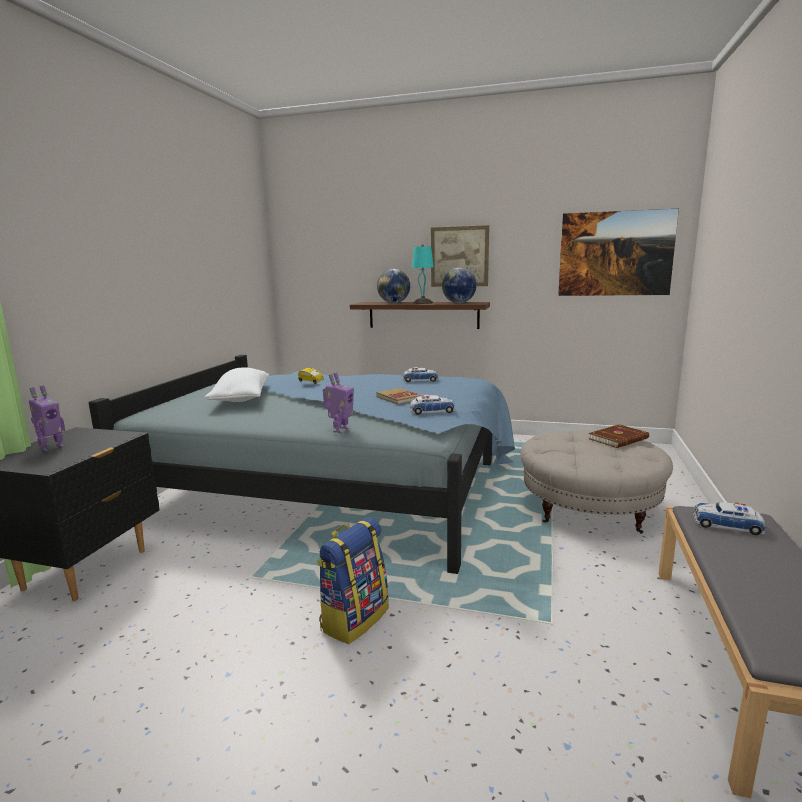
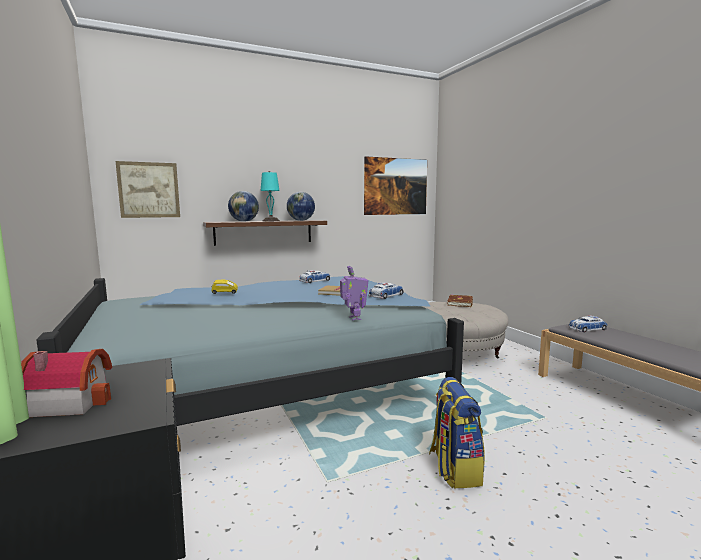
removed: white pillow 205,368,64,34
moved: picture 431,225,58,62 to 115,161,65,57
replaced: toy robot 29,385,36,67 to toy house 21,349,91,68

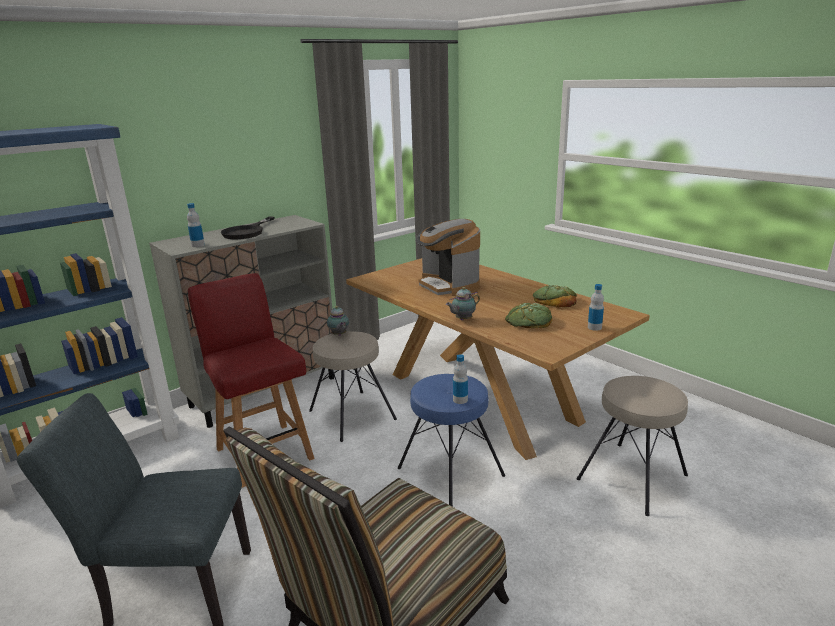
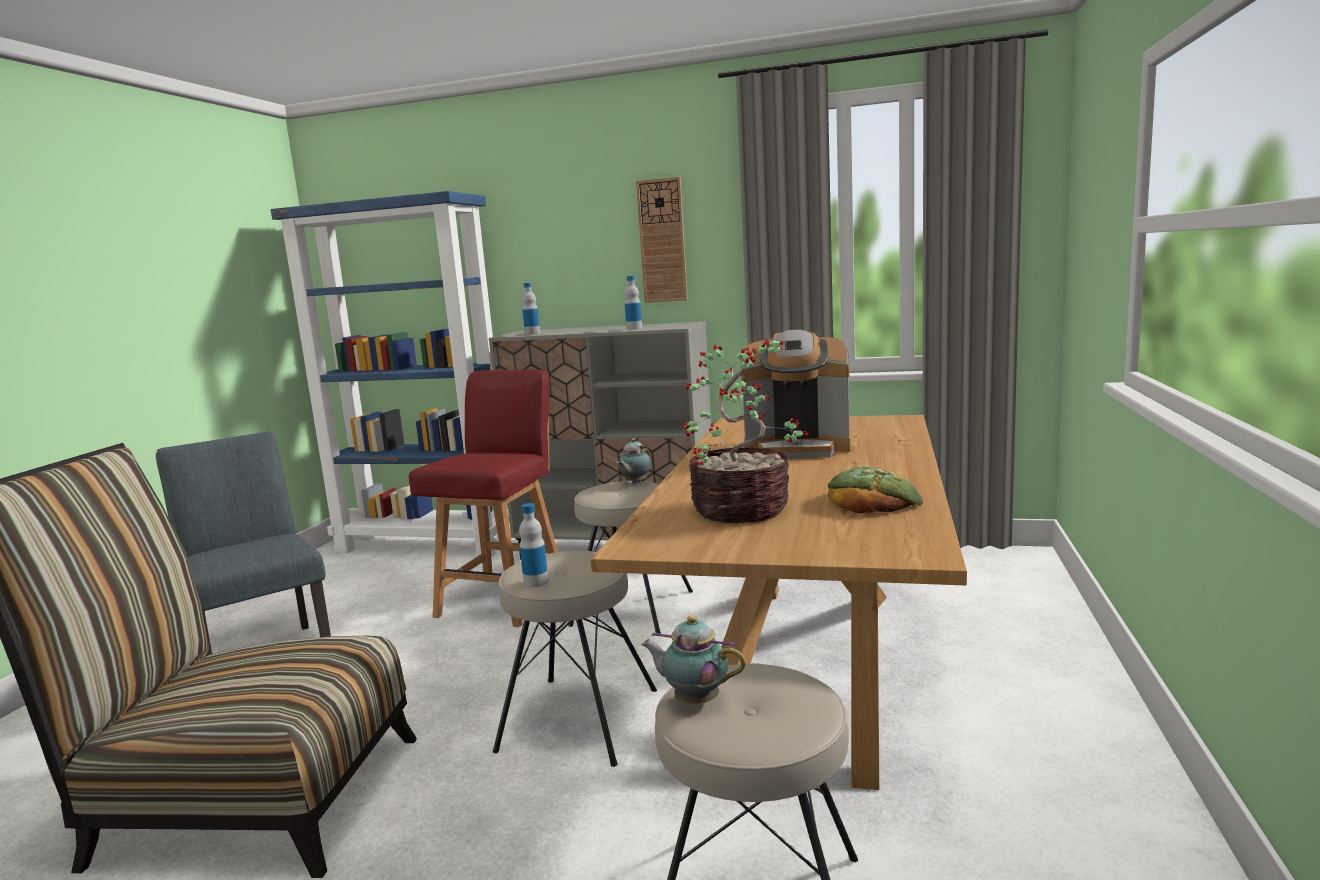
removed: black frying pan 221,217,53,22
added: wall clock 636,177,52,126
moved: teapot 446,287,34,33 to 641,615,105,88; bottle 588,284,16,47 to 625,276,17,54
replaced: bread 505,303,47,25 to potted plant 683,339,125,184
recoloured: blue stool 398,374,107,133 to beige stool 493,550,164,217
turned: coffee machine 415,219,65,77 = 741,330,110,128 105 degrees counterclockwise

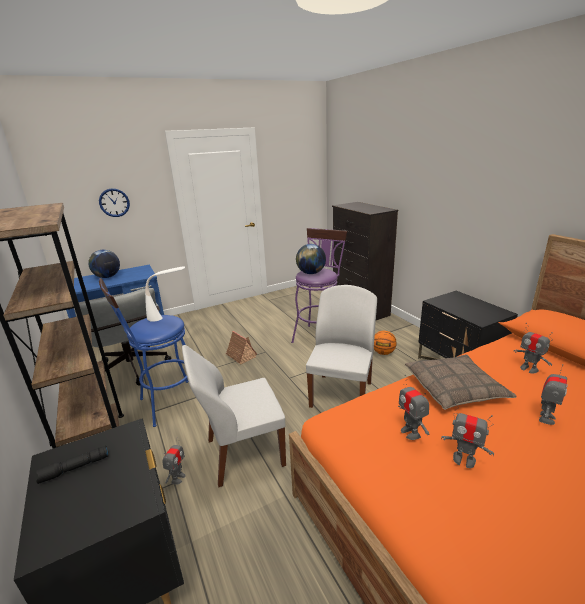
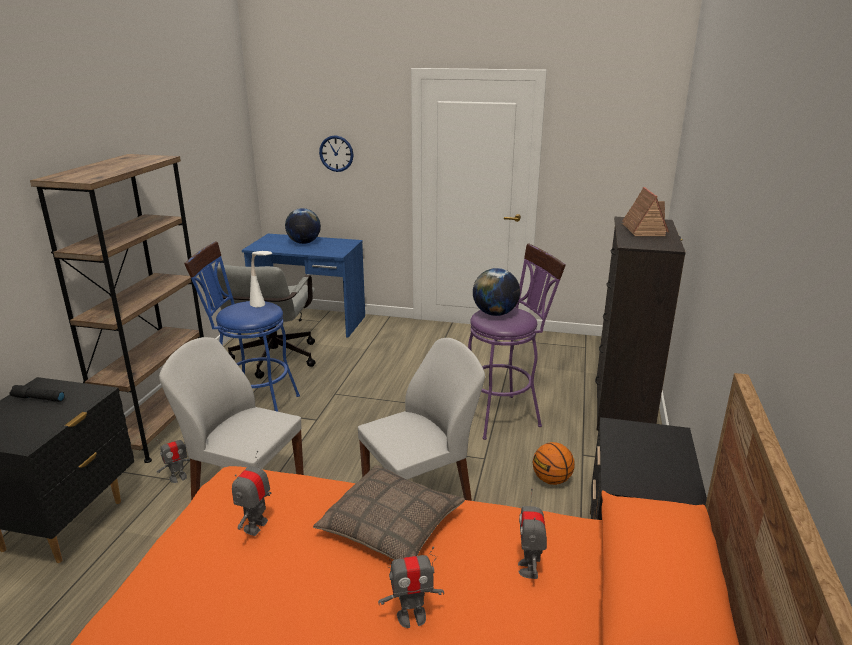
removed: toy robot 441,403,53,65
moved: toy house 225,331,33,34 to 622,187,47,49

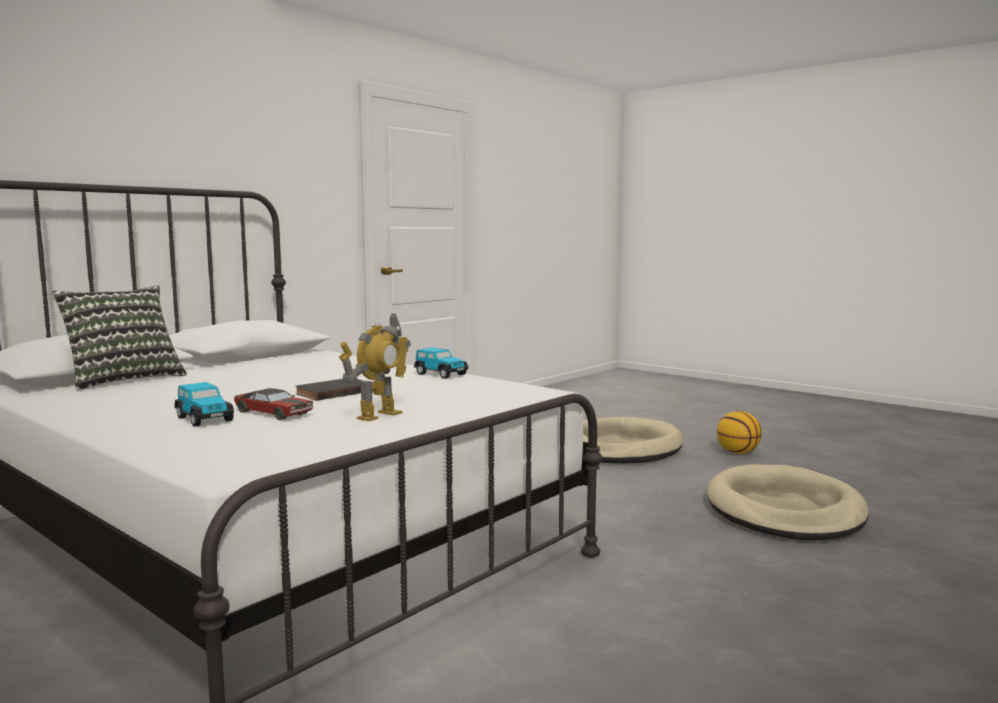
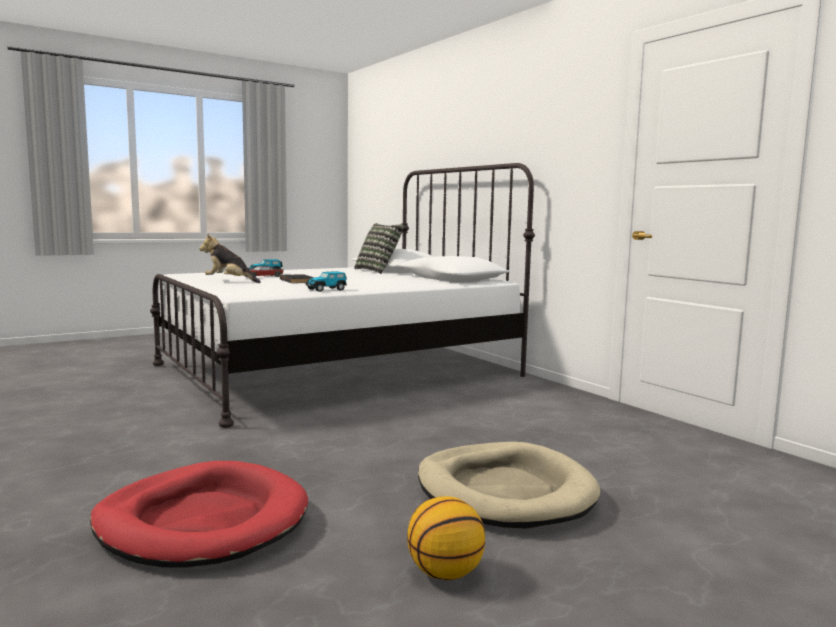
replaced: toy robot 339,314,72,107 to plush toy 199,234,62,49
recoloured: beige dog bed 707,464,162,76 to red dog bed 90,461,218,106

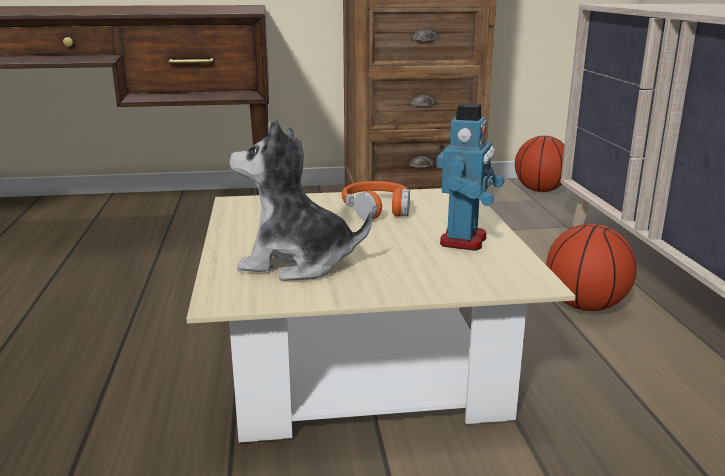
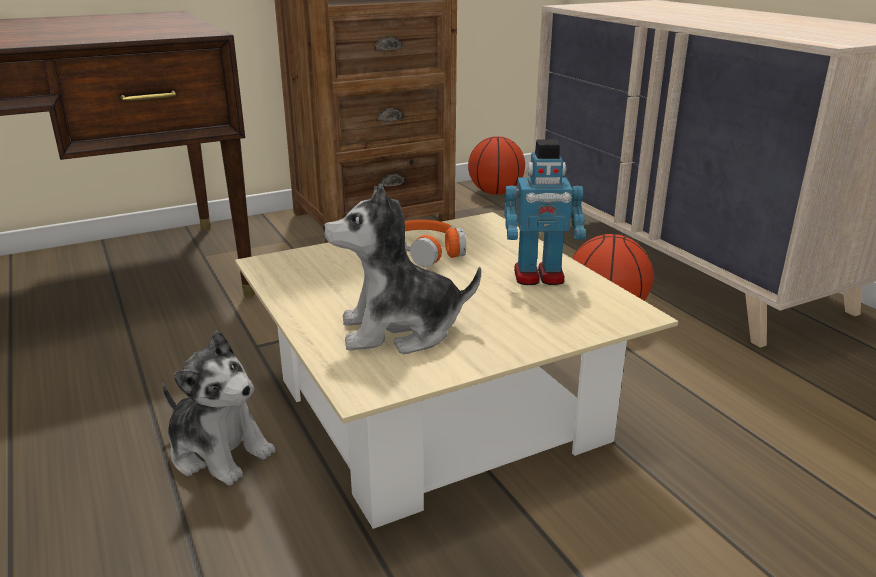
added: plush toy 162,330,114,155
turned: toy robot 436,103,68,148 = 504,139,82,146 90 degrees clockwise

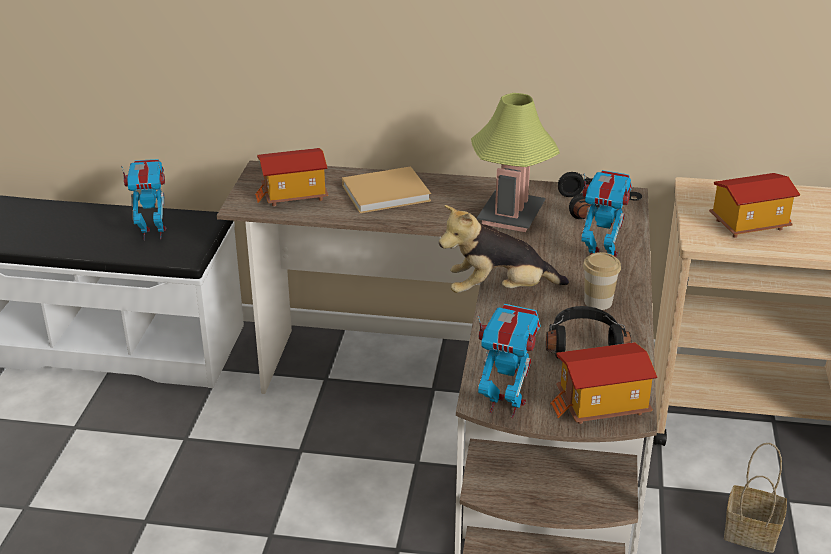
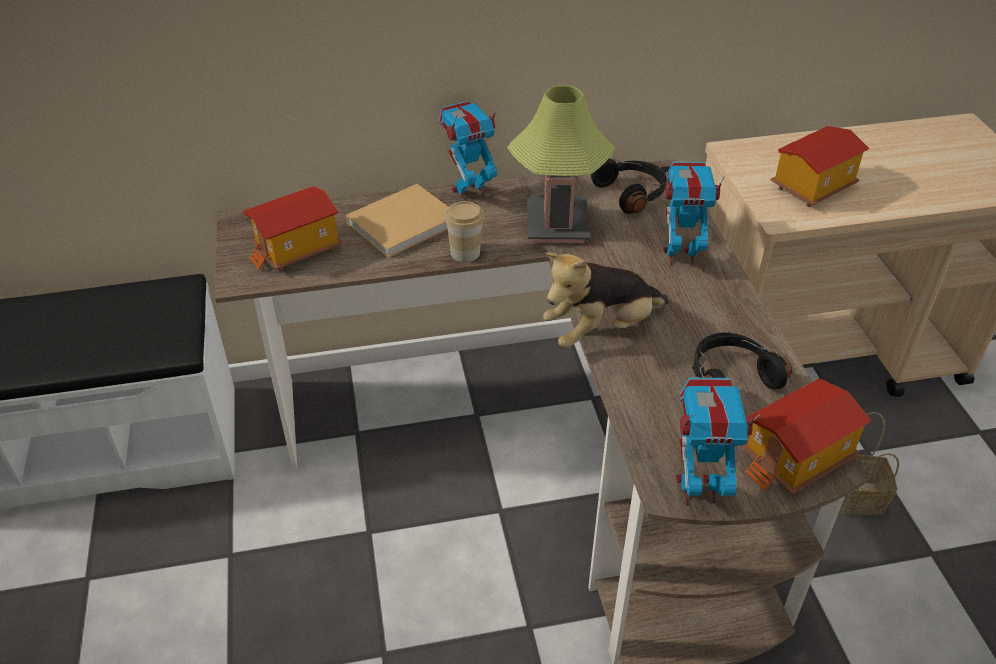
moved: toy robot 121,159,45,81 to 438,101,60,100; cup 583,252,38,58 to 444,201,41,61

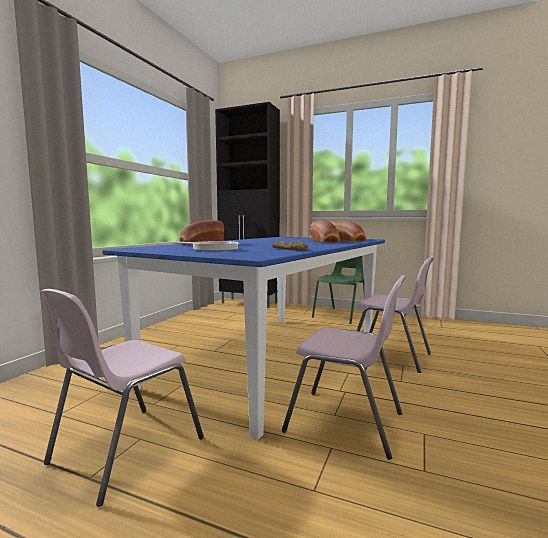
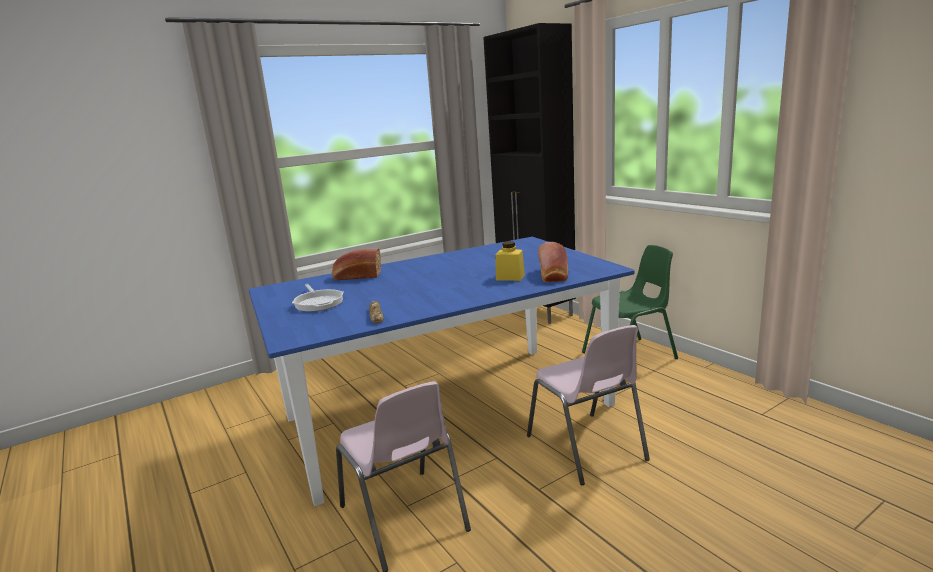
removed: pink chair 40,289,164,218
replaced: bread 310,220,30,23 to yellow jar 495,241,30,40

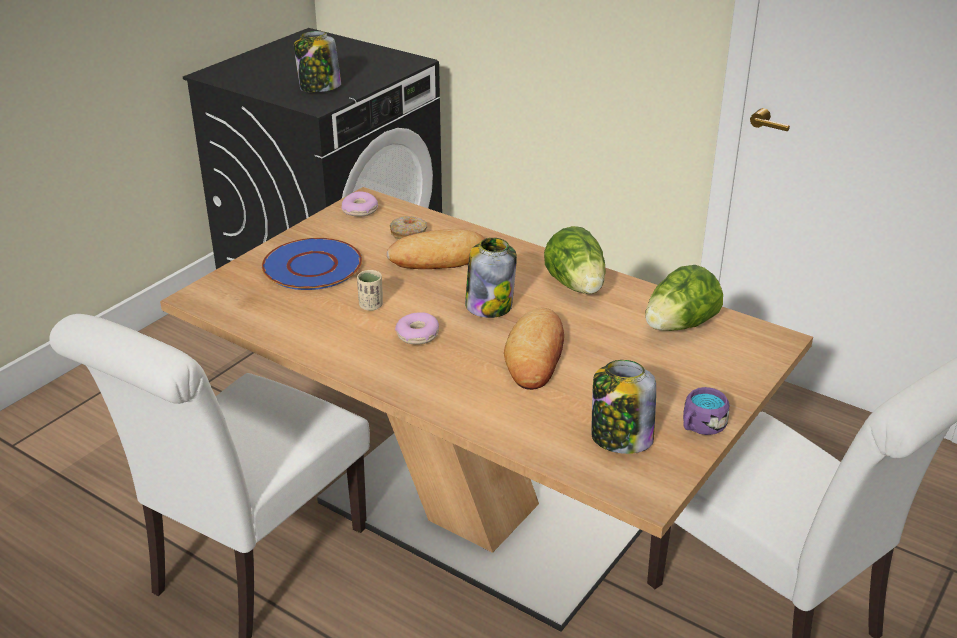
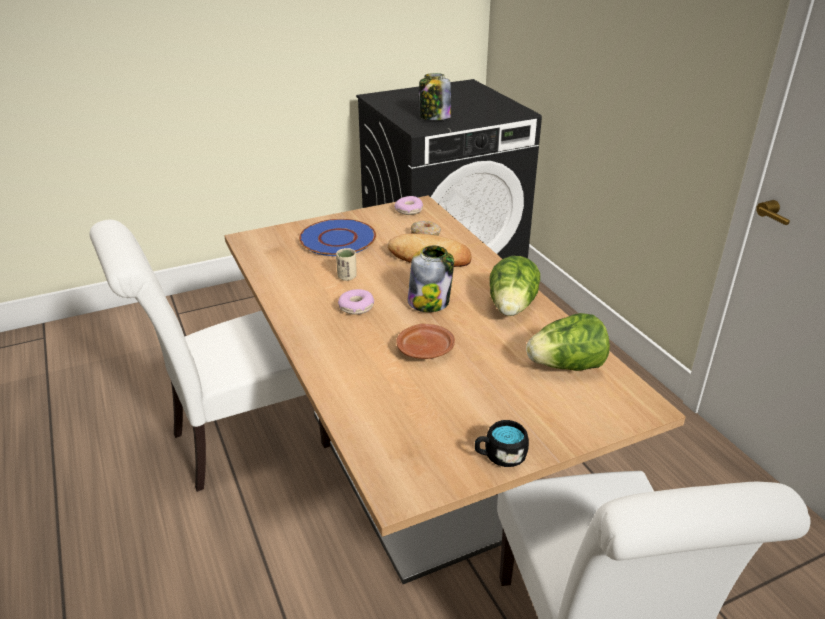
removed: jar 592,360,64,94
replaced: bread 504,308,60,82 to brown plate 396,324,59,35
recoloured: purple mug 683,387,46,48 to black mug 475,420,54,47

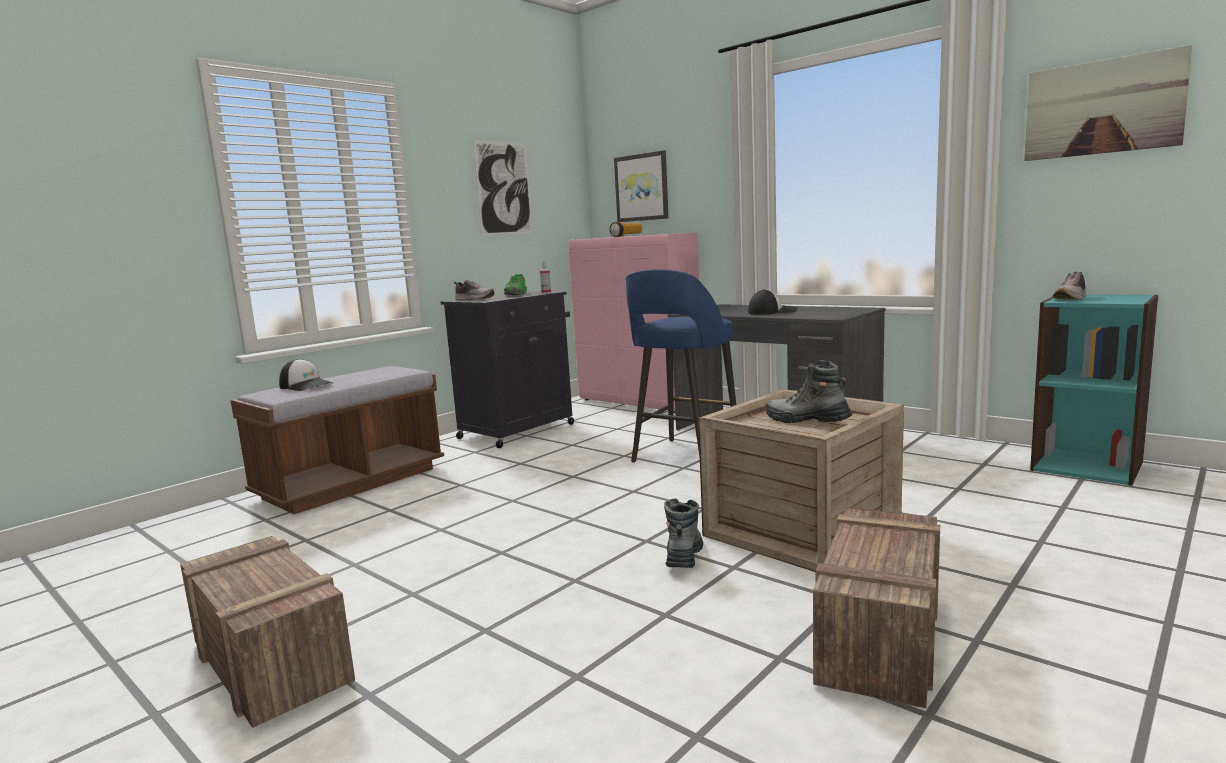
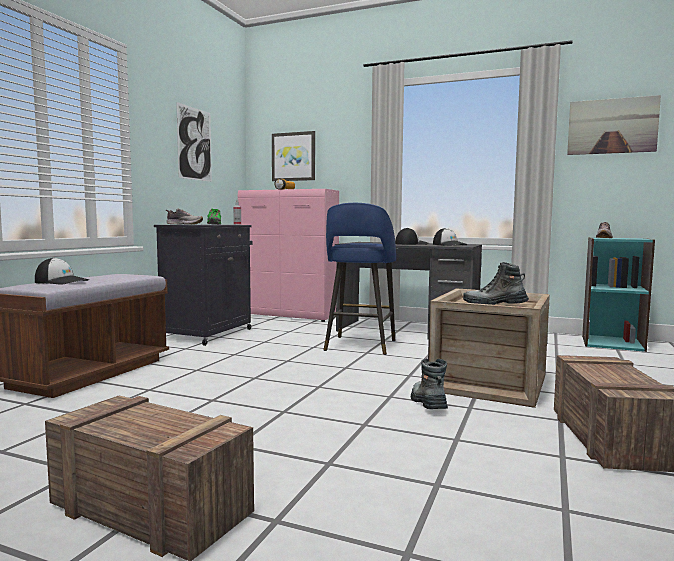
added: cap 433,228,34,18

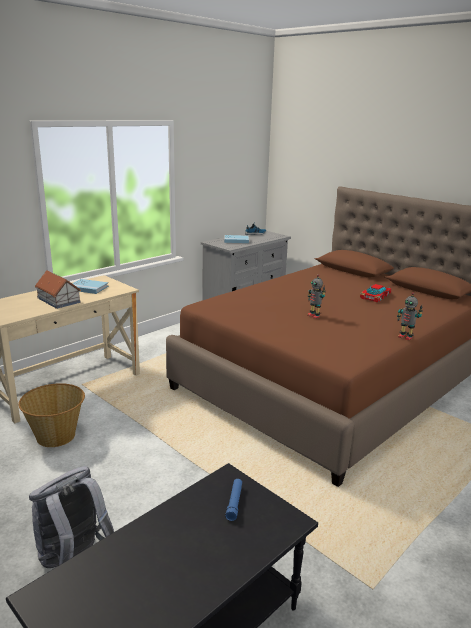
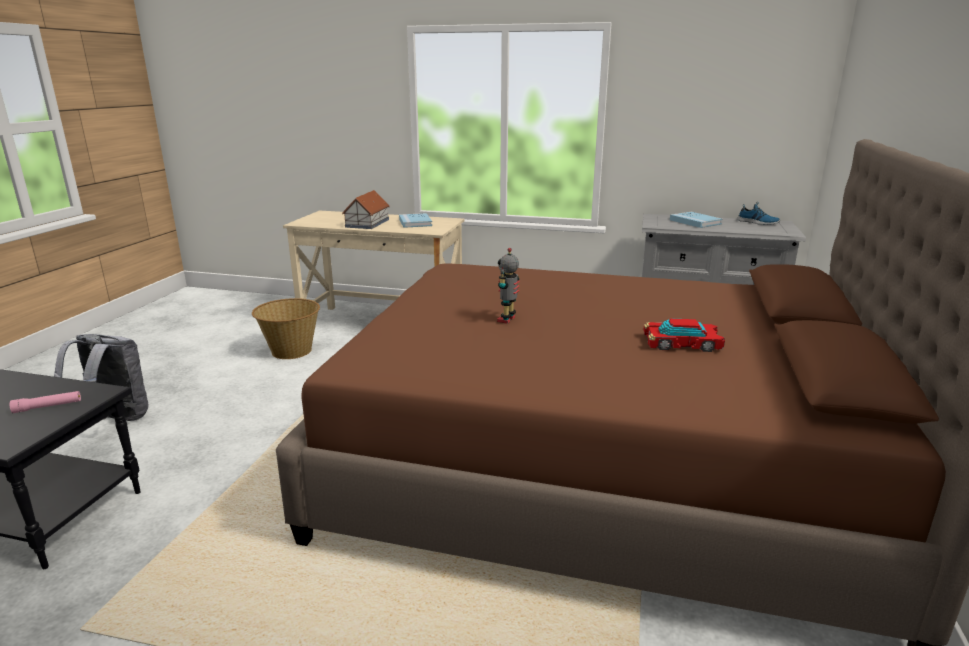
removed: toy robot 397,292,26,49
recoloured: blue flashlight 225,479,17,42 to pink flashlight 10,391,71,22

